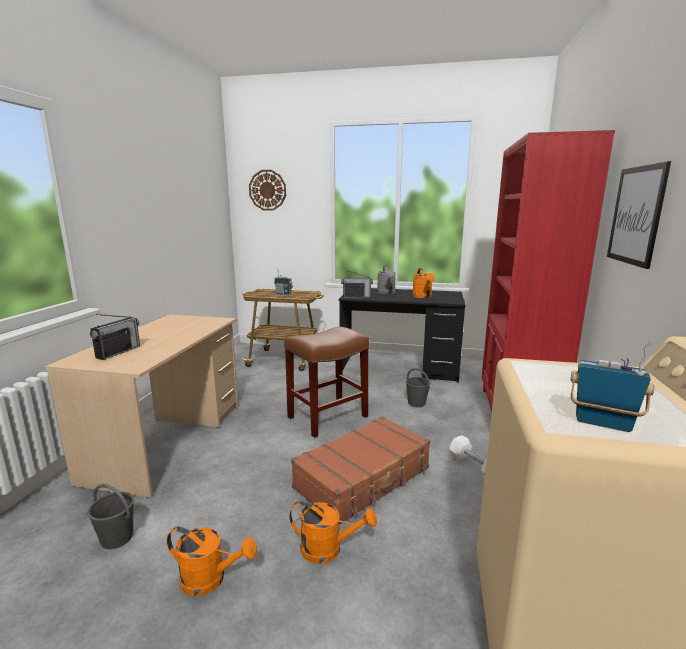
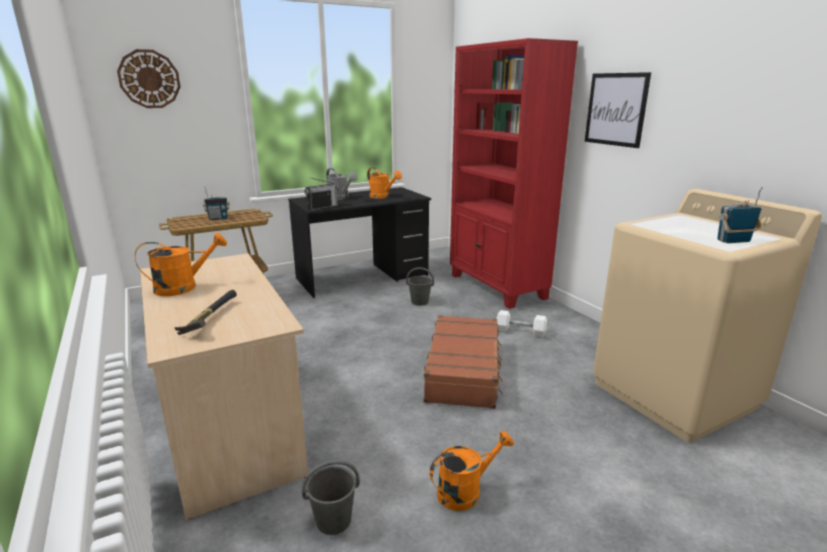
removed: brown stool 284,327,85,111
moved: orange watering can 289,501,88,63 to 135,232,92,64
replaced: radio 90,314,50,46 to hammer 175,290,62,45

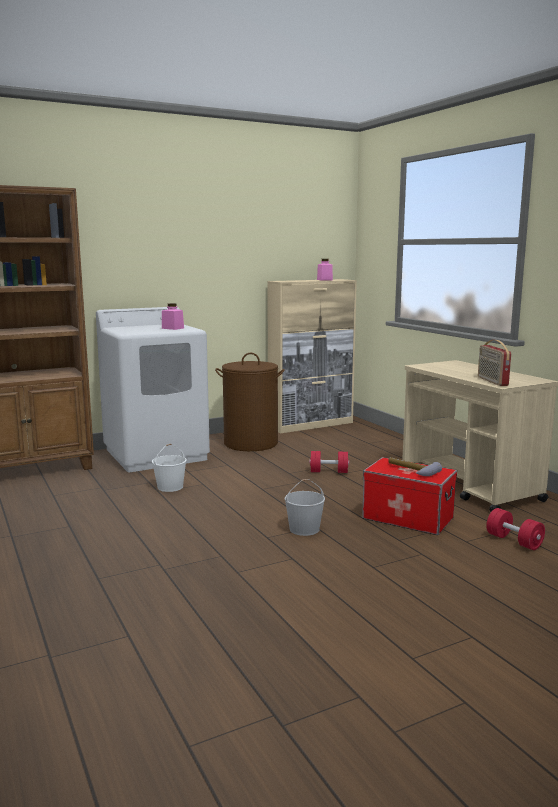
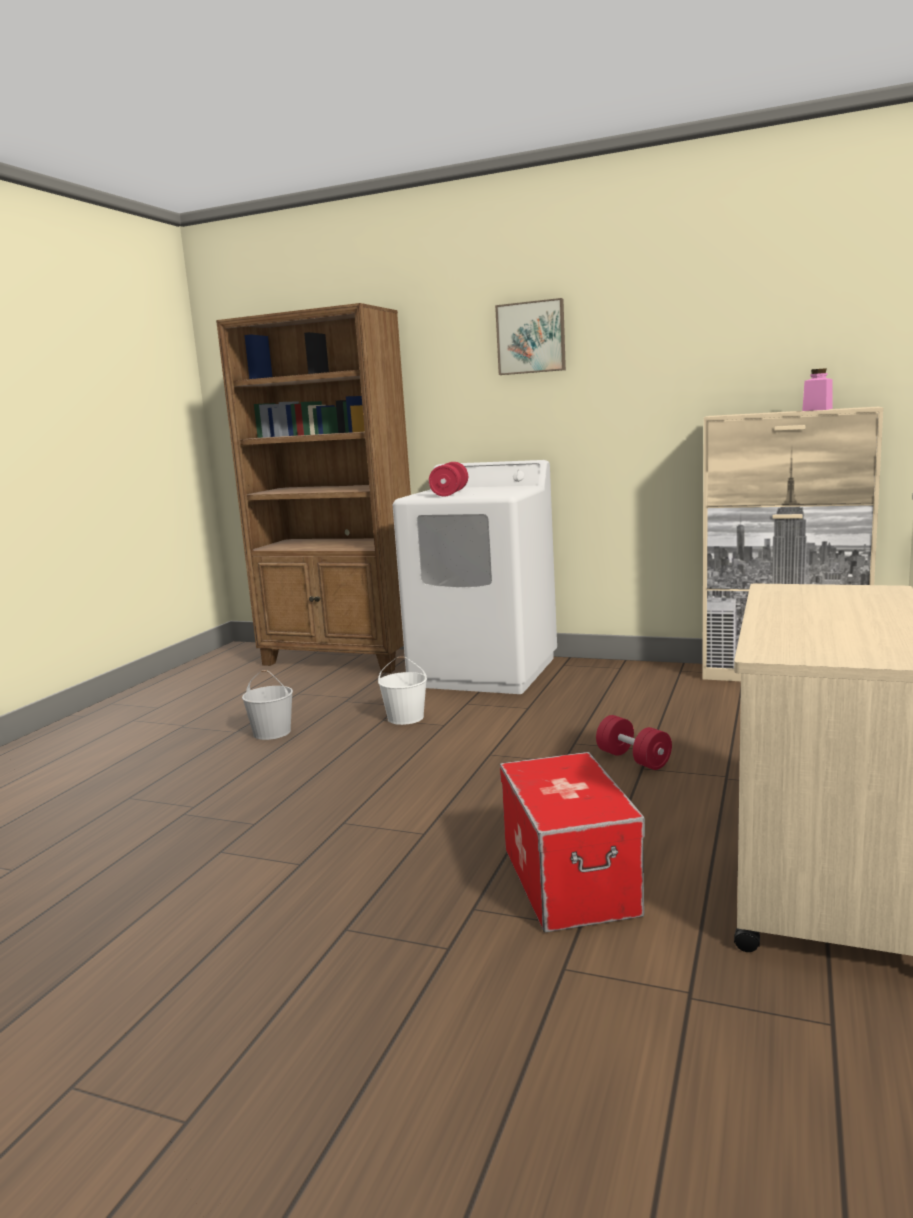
removed: pink jar 162,303,22,27; brown laundry basket 215,352,70,99; hammer 388,457,54,19; radio 478,340,33,46
added: picture 495,298,71,77
moved: white bucket 285,479,40,57 to 242,670,51,70; red dumbbell 487,508,58,42 to 429,462,39,35

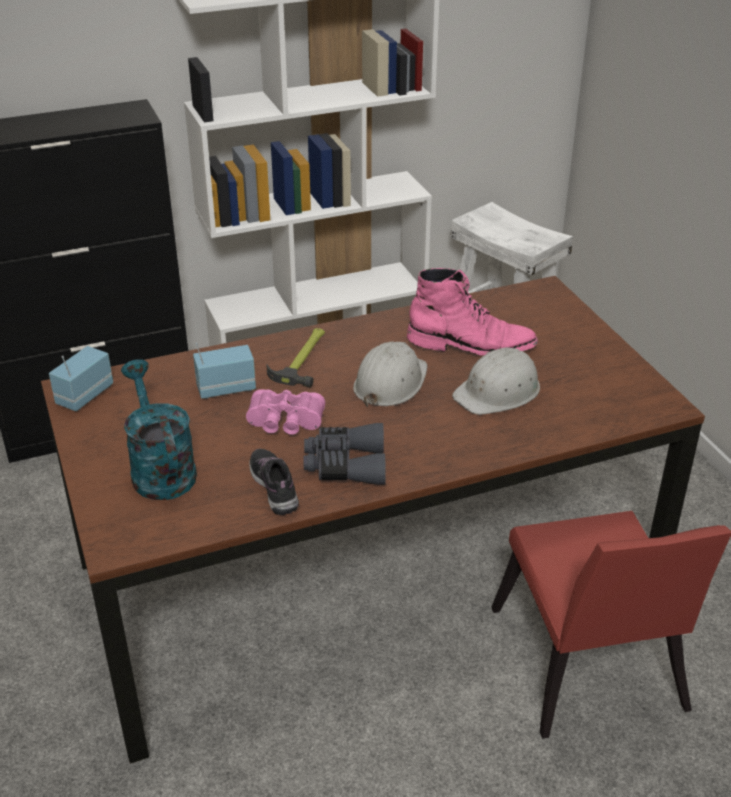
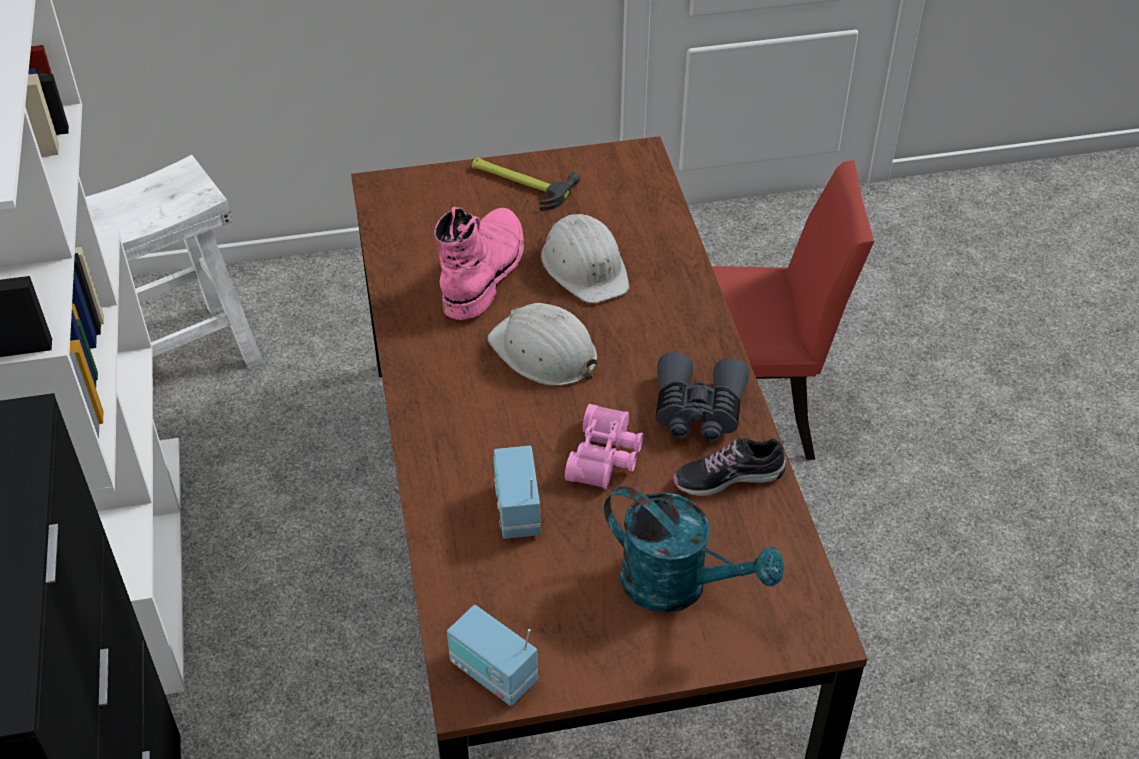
moved: hammer 266,328,59,59 to 472,157,109,54
turned: turquoise watering can 121,359,76,141 = 604,486,180,127 135 degrees counterclockwise

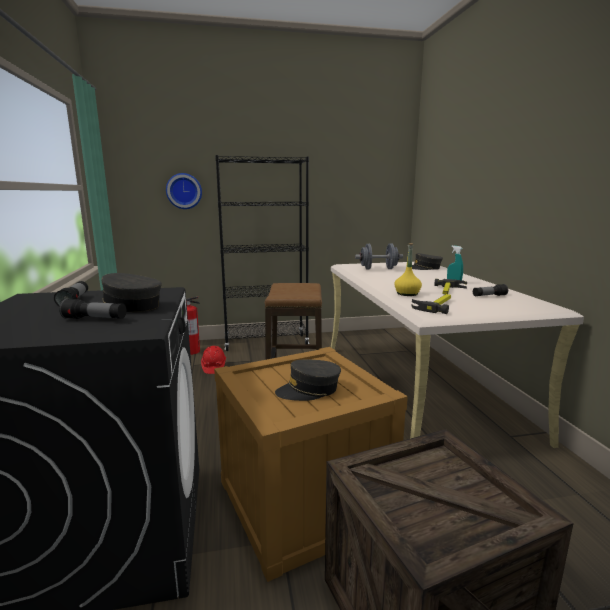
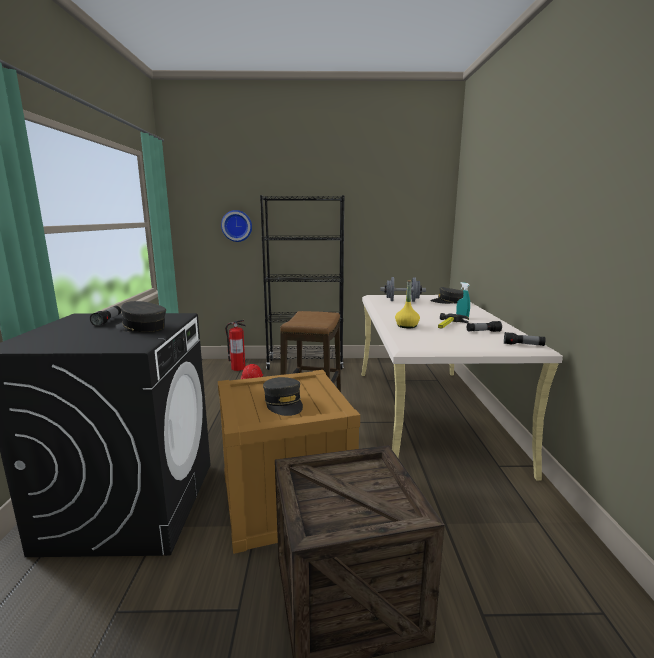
removed: hammer 411,294,40,20
moved: flashlight 59,299,67,20 to 504,332,41,14
turned: grey cap 275,360,66,41 = 263,377,40,39 105 degrees counterclockwise

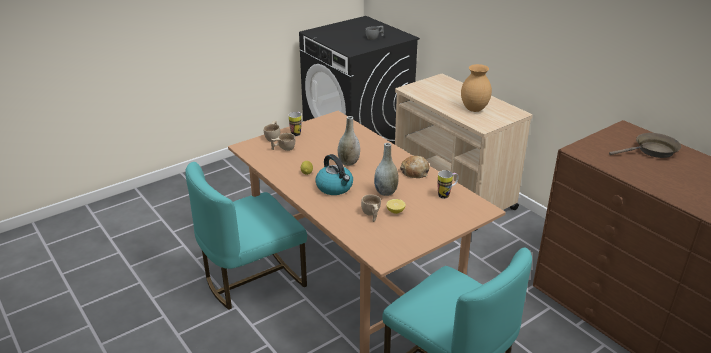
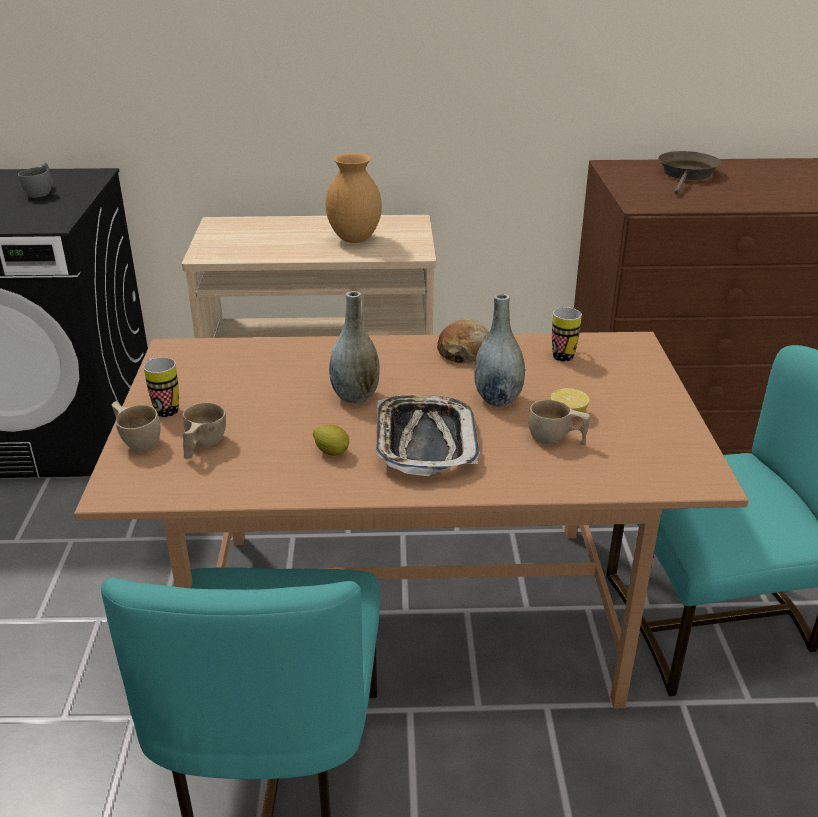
replaced: kettle 315,154,38,41 to tray 376,395,103,81

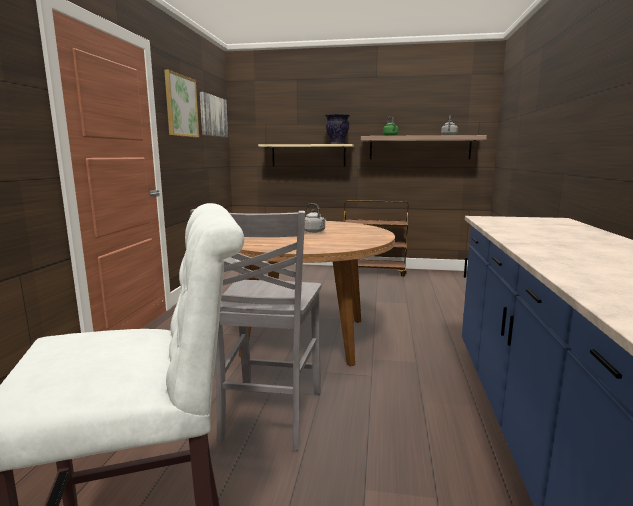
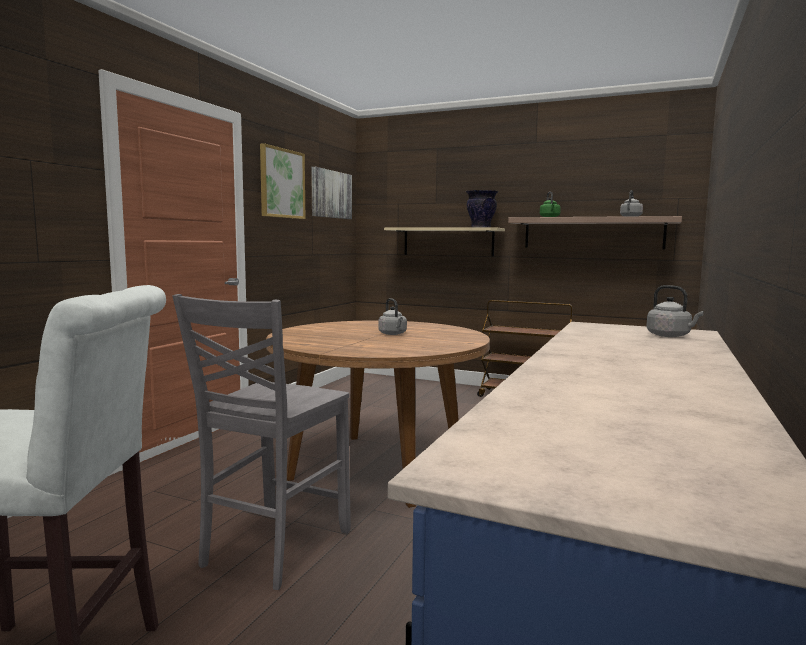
added: grey kettle 646,285,58,52

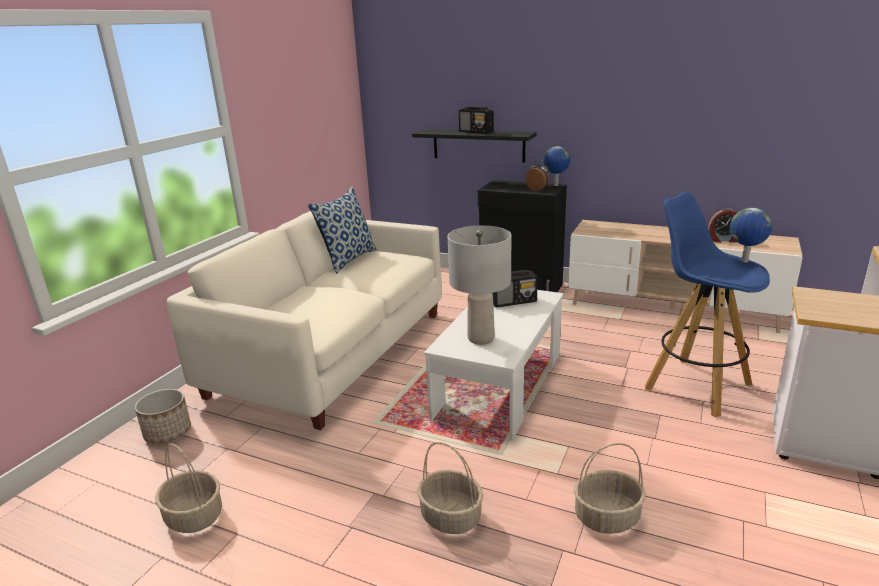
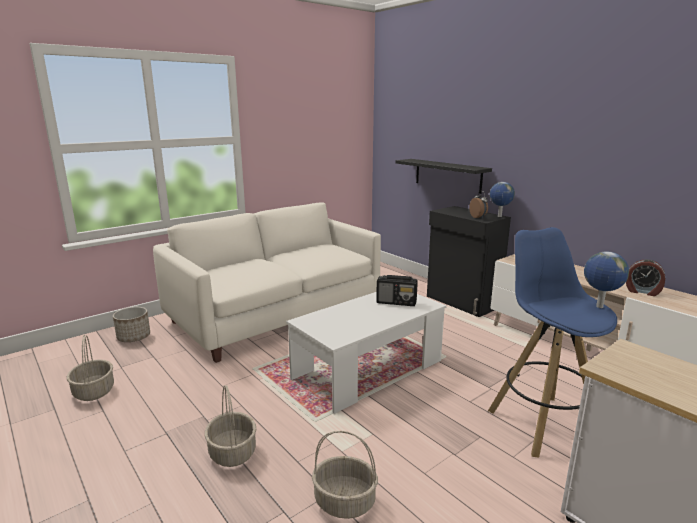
removed: pillow 308,186,69,87; grey table lamp 448,226,63,119; radio 459,106,35,28

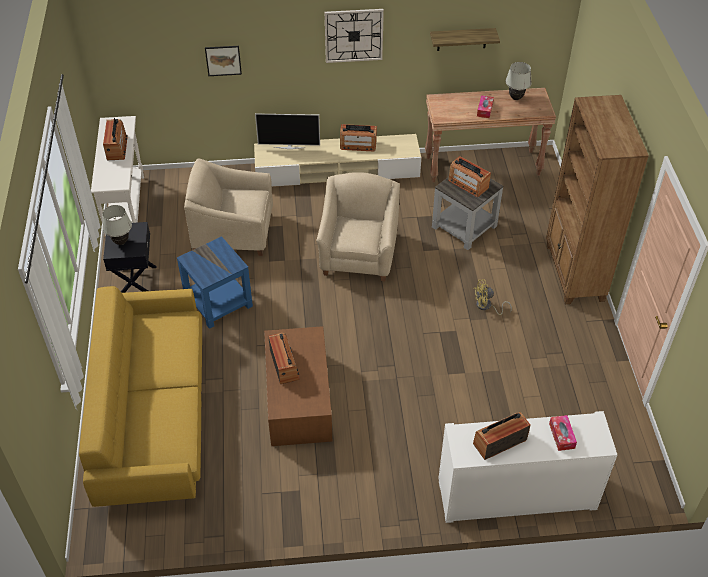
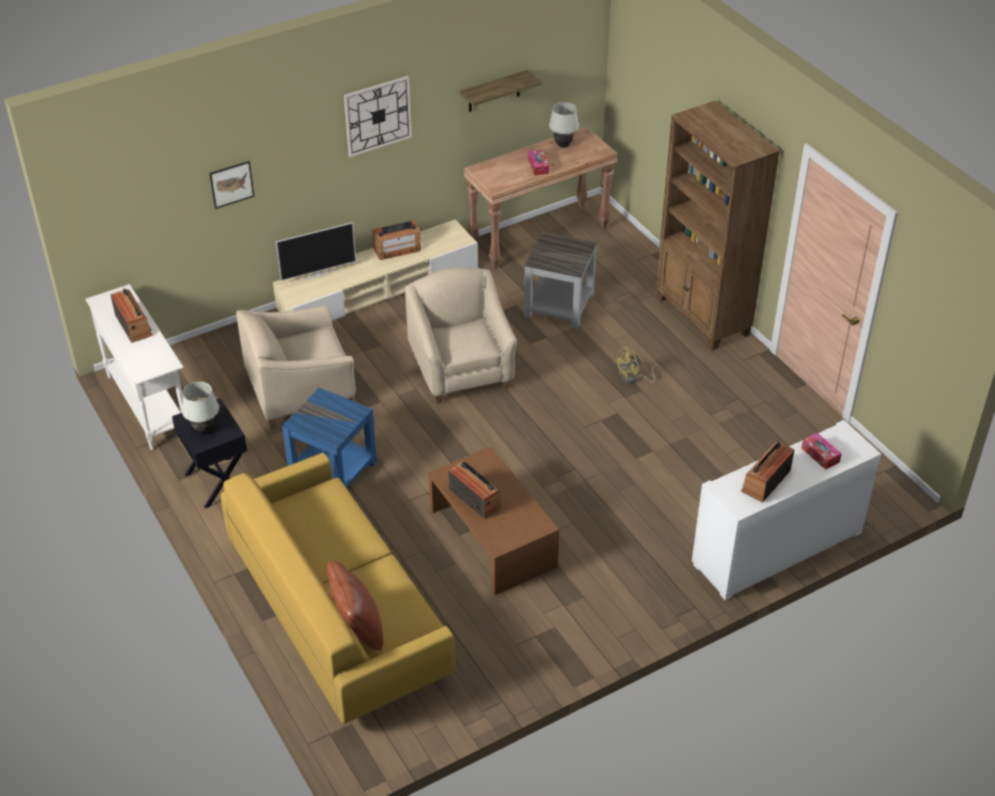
removed: radio 448,156,43,41
added: brown pillow 327,560,56,91

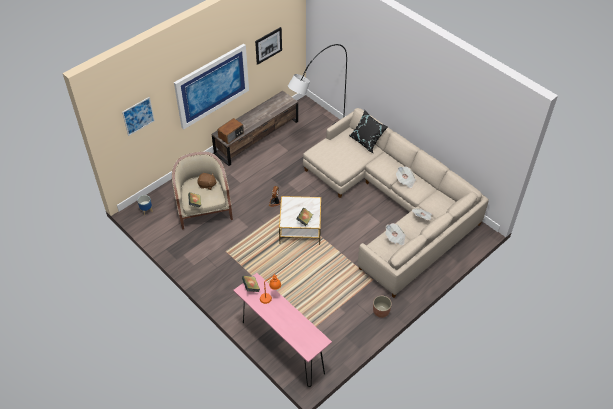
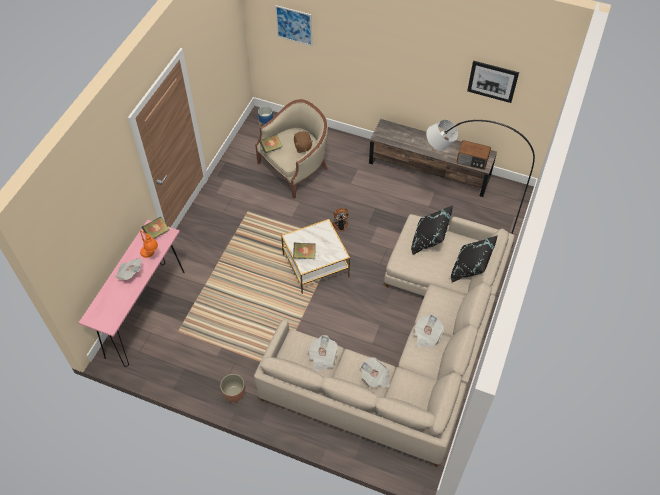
removed: picture 174,44,75,86
added: newspaper 115,258,27,22; black pillow 411,205,42,50
moved: radio 218,118,26,26 to 457,140,34,30

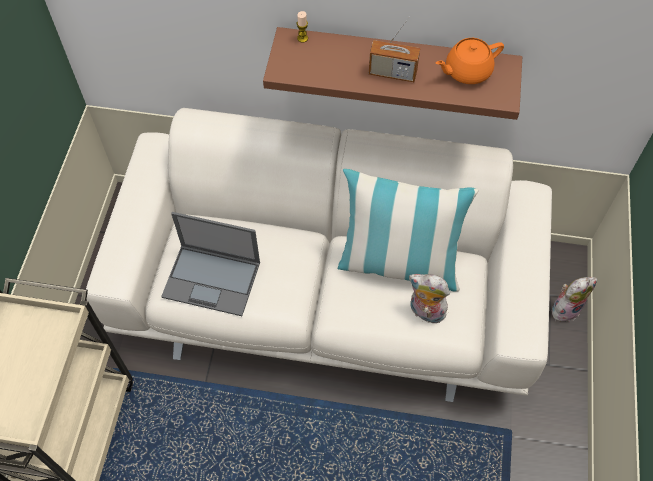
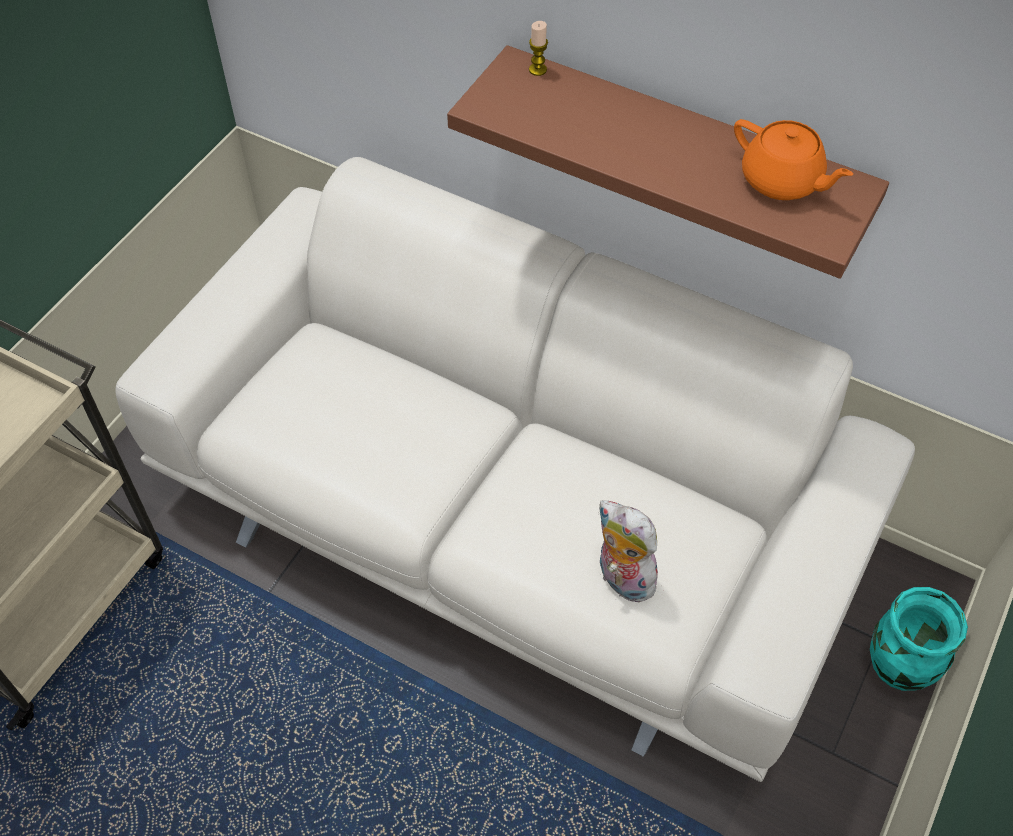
removed: laptop 161,212,99,104; pillow 337,169,141,123; radio 369,17,51,65
replaced: plush toy 552,277,45,44 to turquoise vase 870,587,98,104
turned: orange teapot 436,38,68,46 = 734,119,119,81 135 degrees counterclockwise

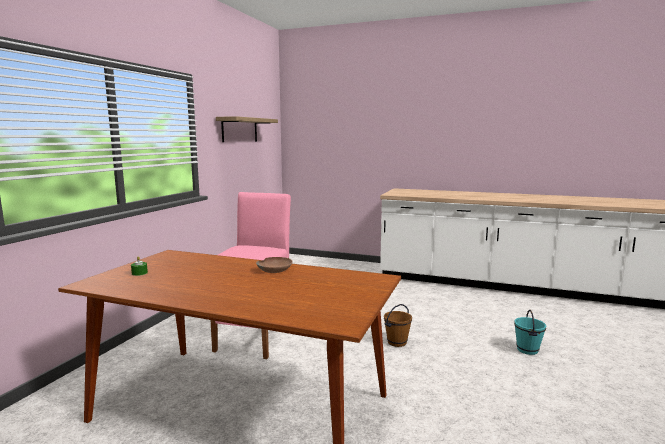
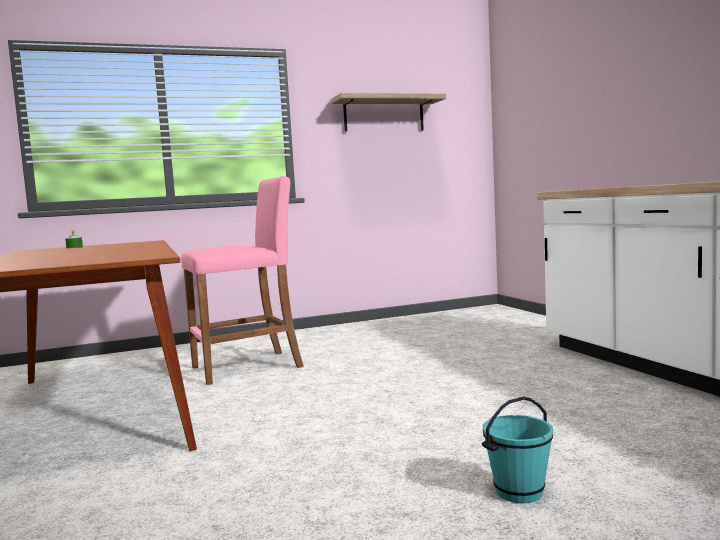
removed: brown bowl 256,257,37,16; brown bucket 384,304,28,43

